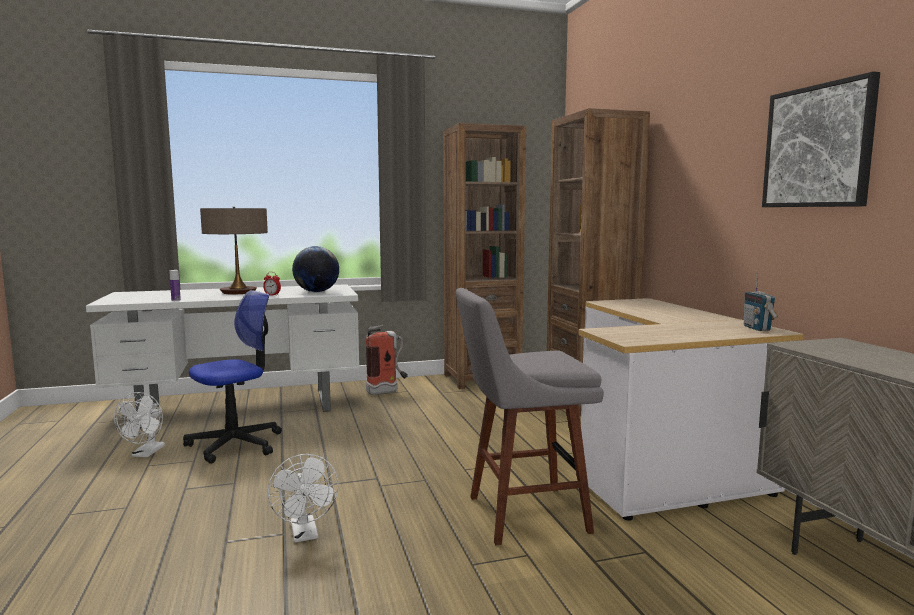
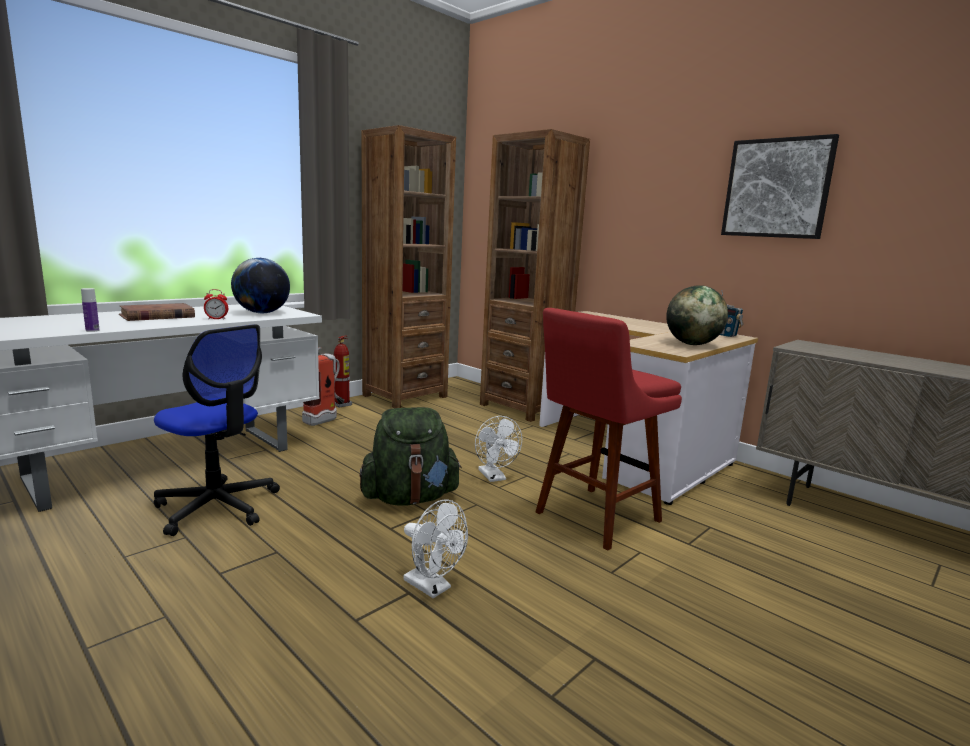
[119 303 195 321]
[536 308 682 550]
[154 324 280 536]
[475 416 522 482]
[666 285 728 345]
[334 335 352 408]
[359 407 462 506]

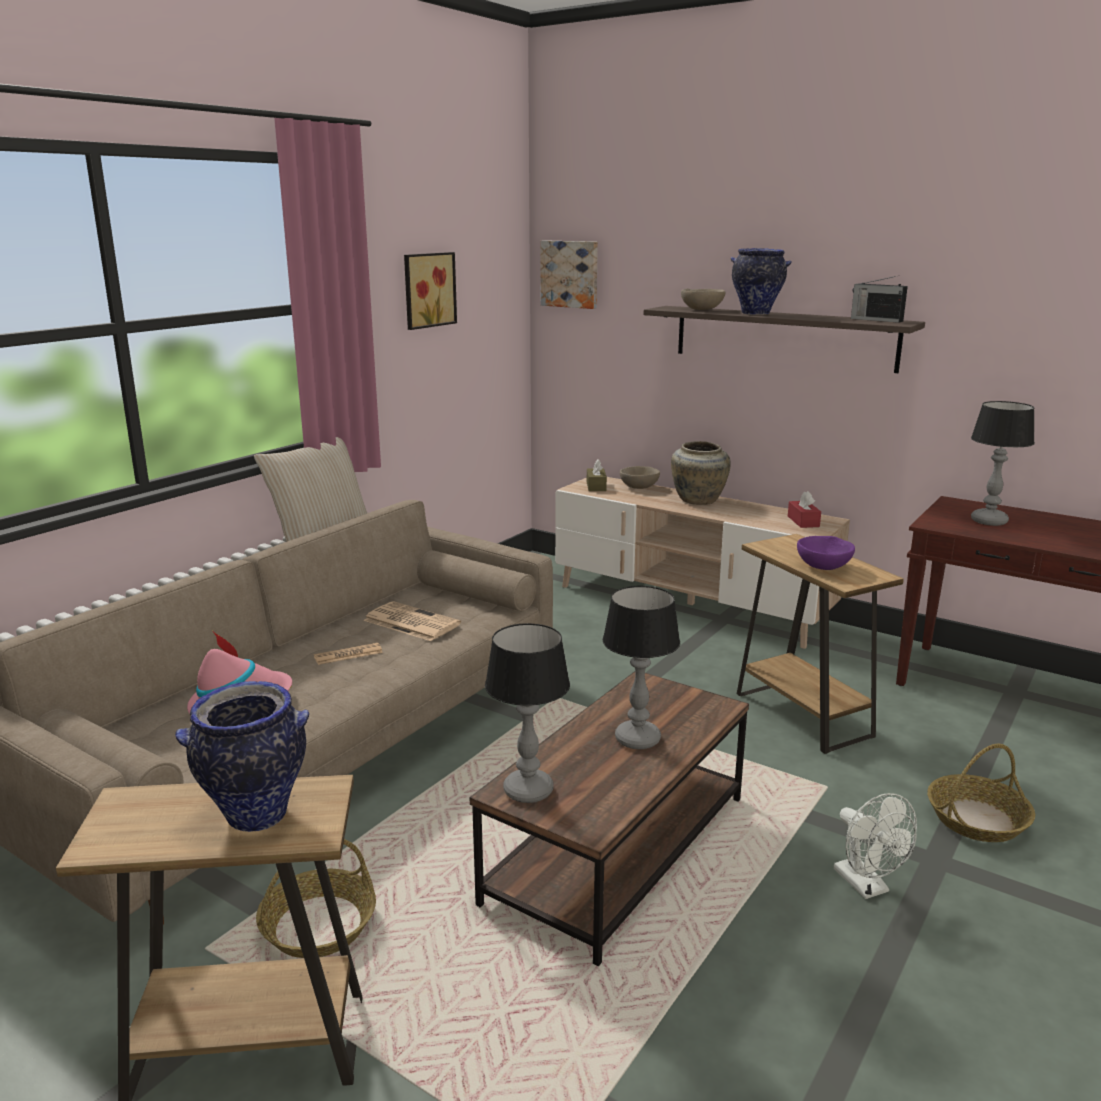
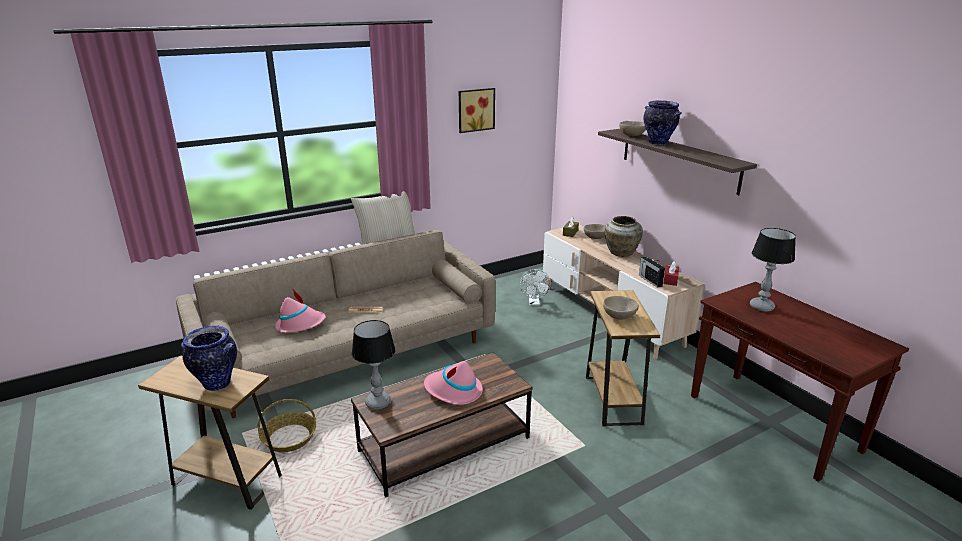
[540 240 598 309] (first image)
[639 257 665 288]
[603 296 639 320]
[424 361 483 405]
[363 601 461 641] (first image)
[928 744 1035 842] (first image)
[520 269 551 306]

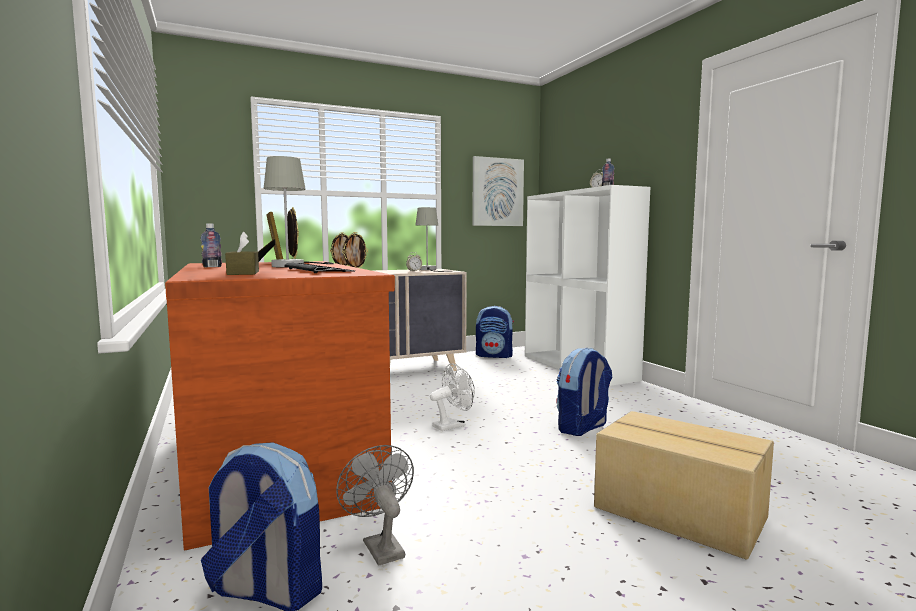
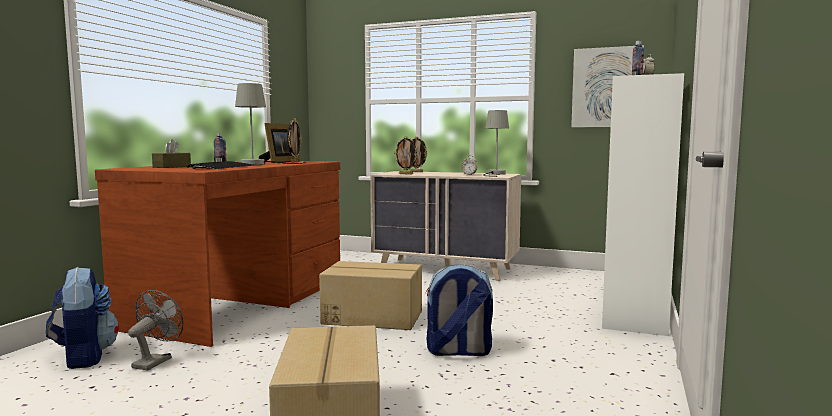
[476 306 514 358] (first image)
[319 261 422 330]

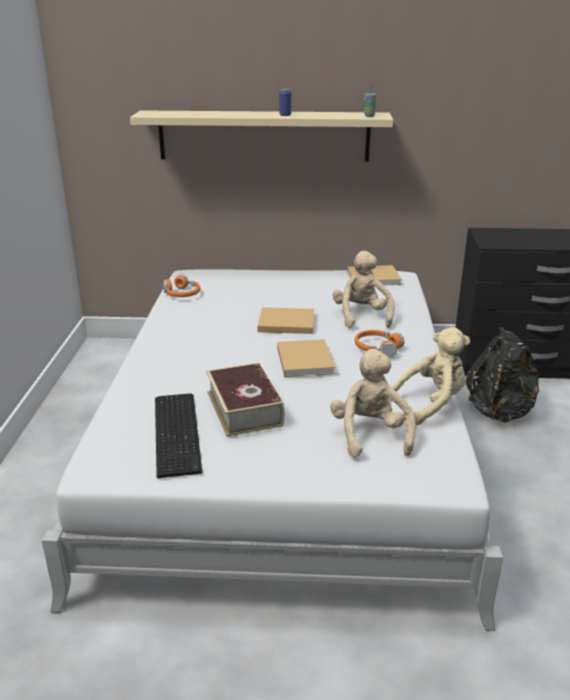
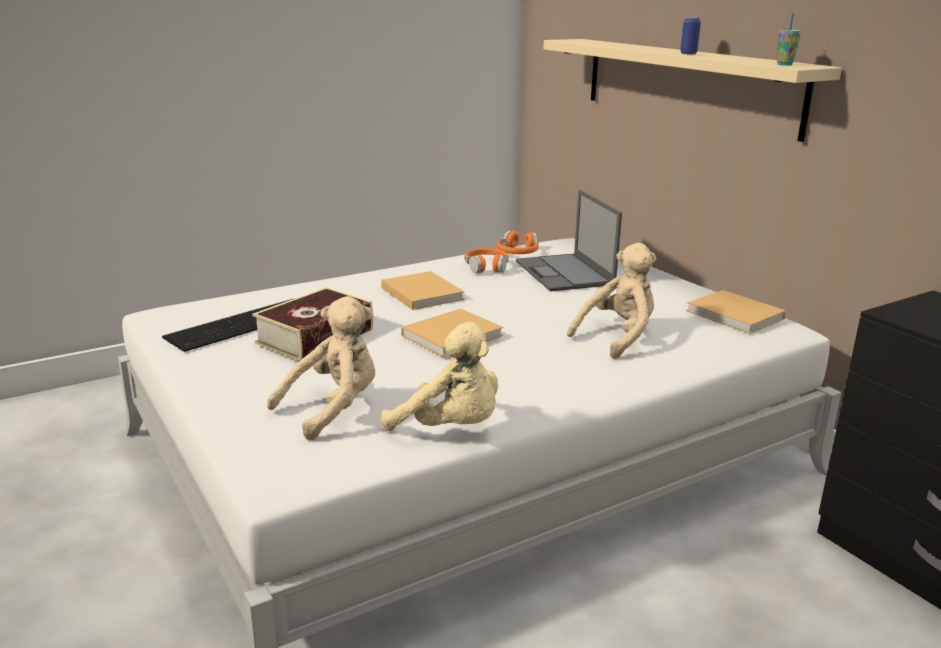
[381 271 464 310]
[466 327 539 422] (first image)
[464 248 509 273]
[516 190 622 292]

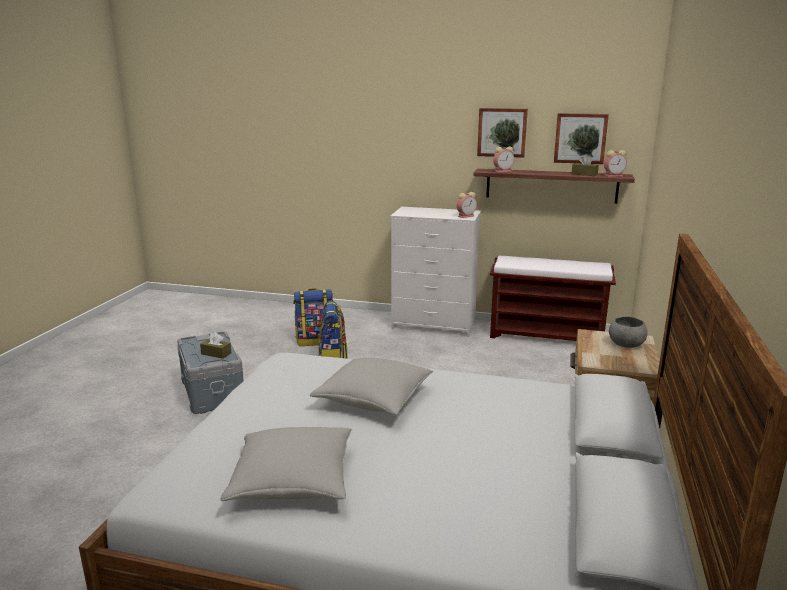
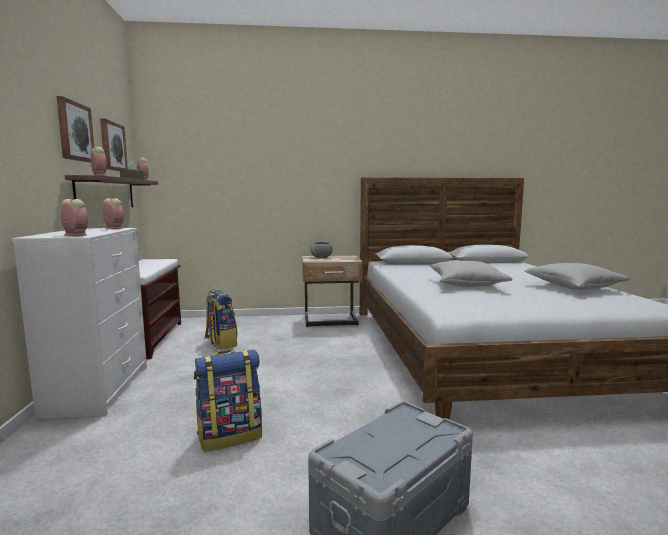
[205 289 238 349]
[200 332 231 359] (first image)
[61 199 88 236]

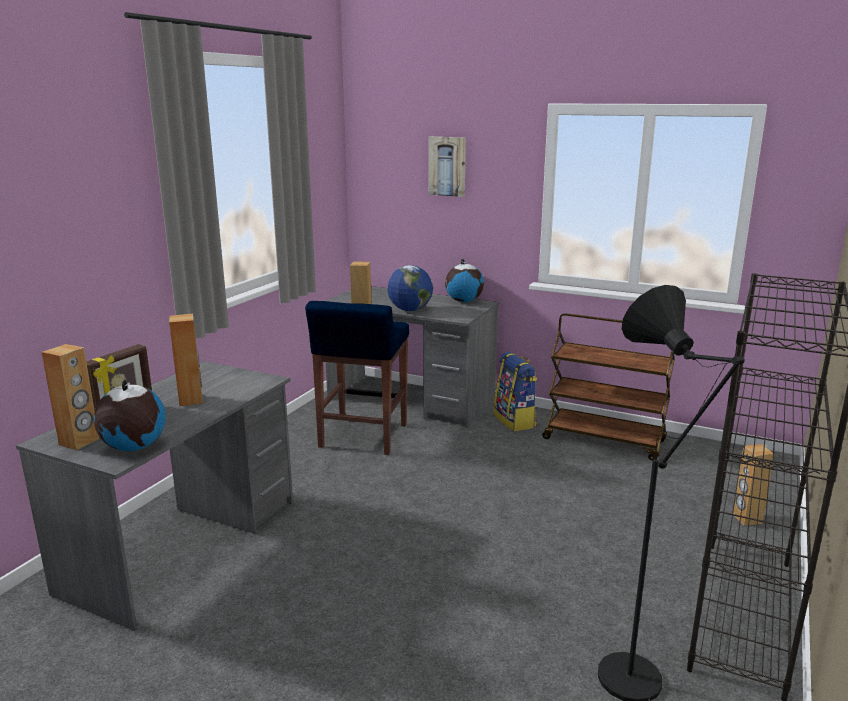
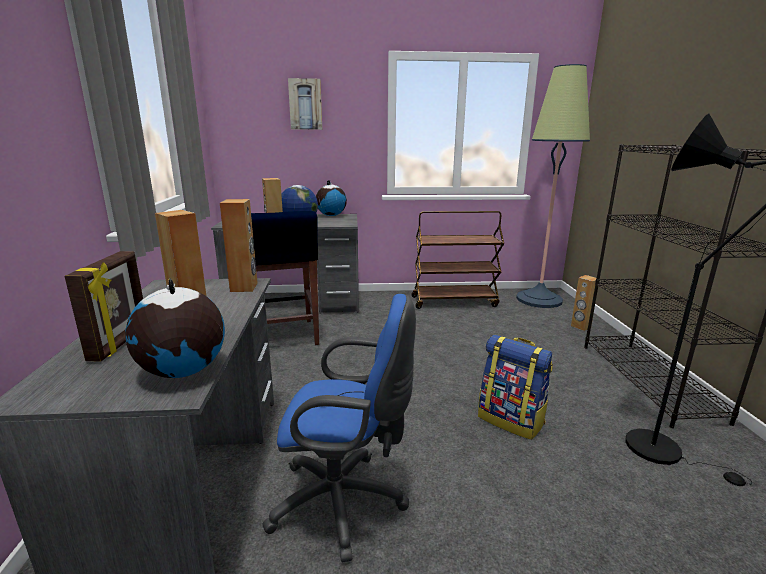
[220 199 258 292]
[478 335 553 440]
[516 64 590 308]
[262 294 416 562]

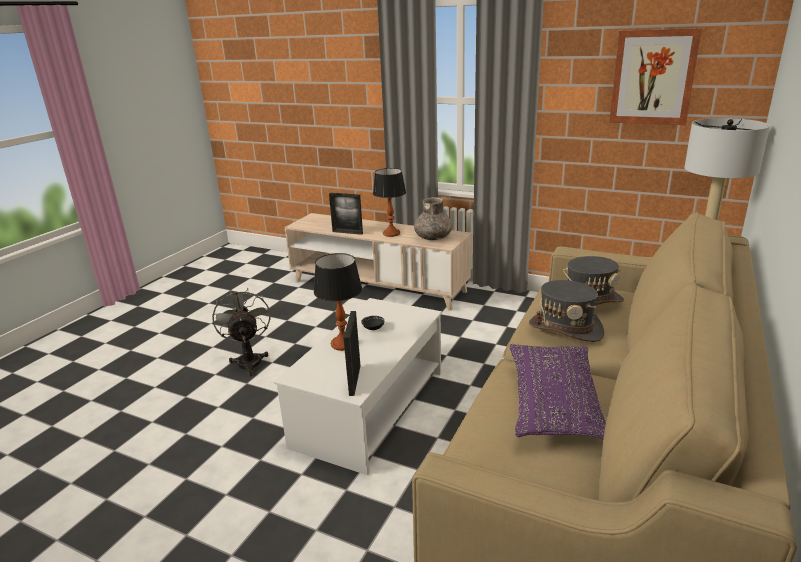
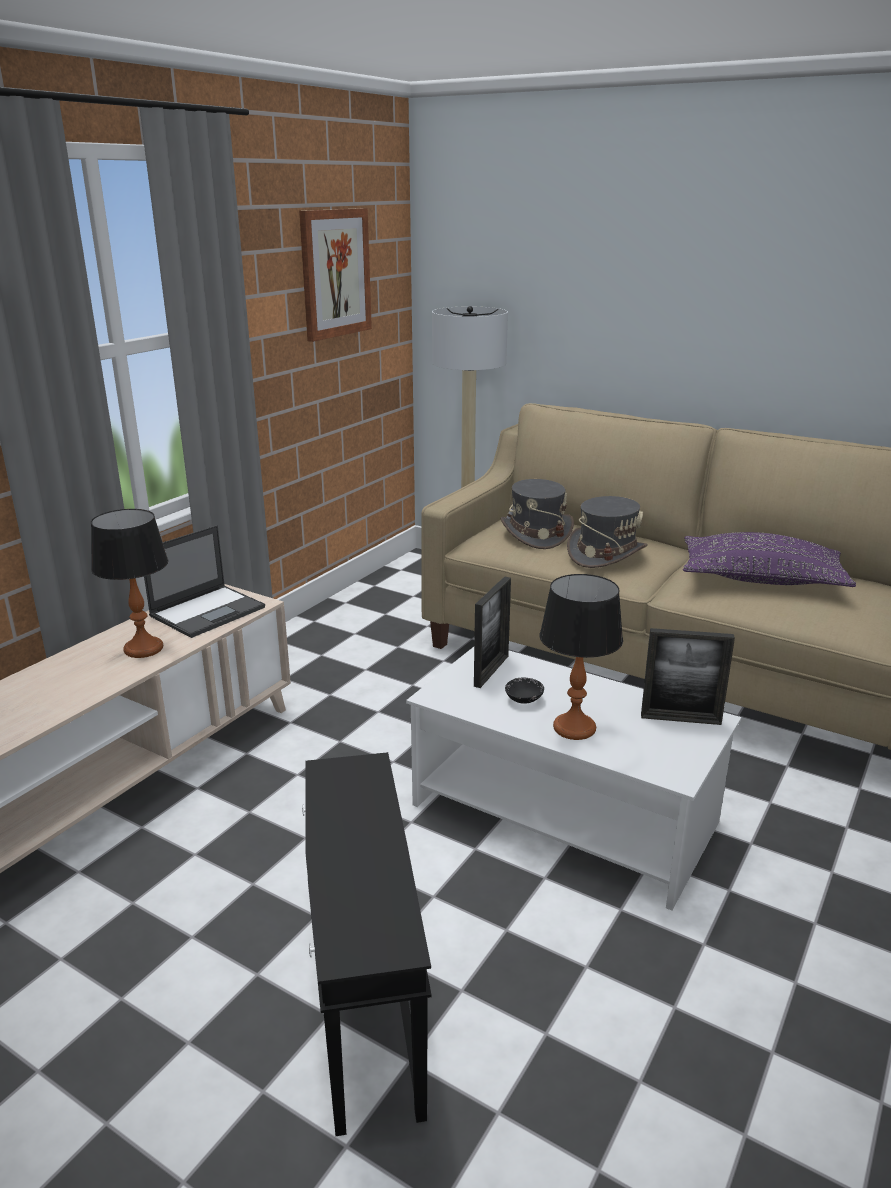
[474 576 511 688]
[144 525 265 638]
[302 752 432 1136]

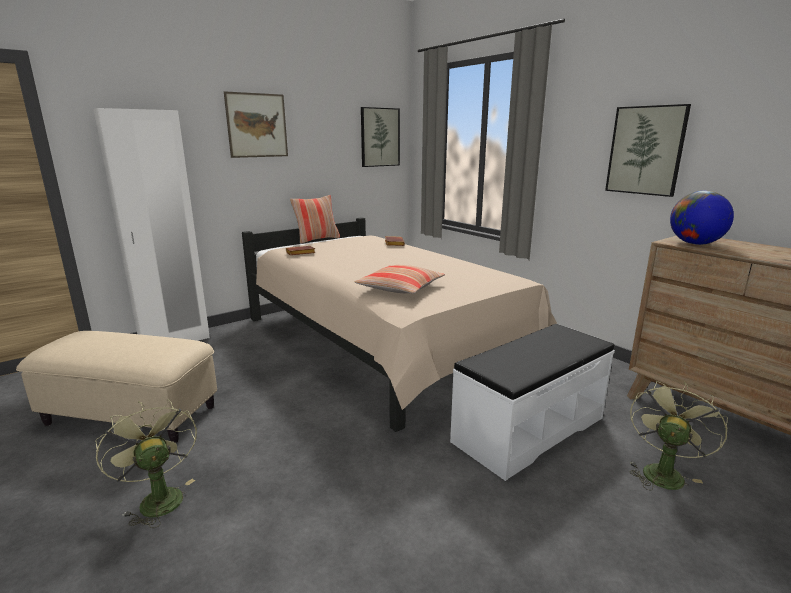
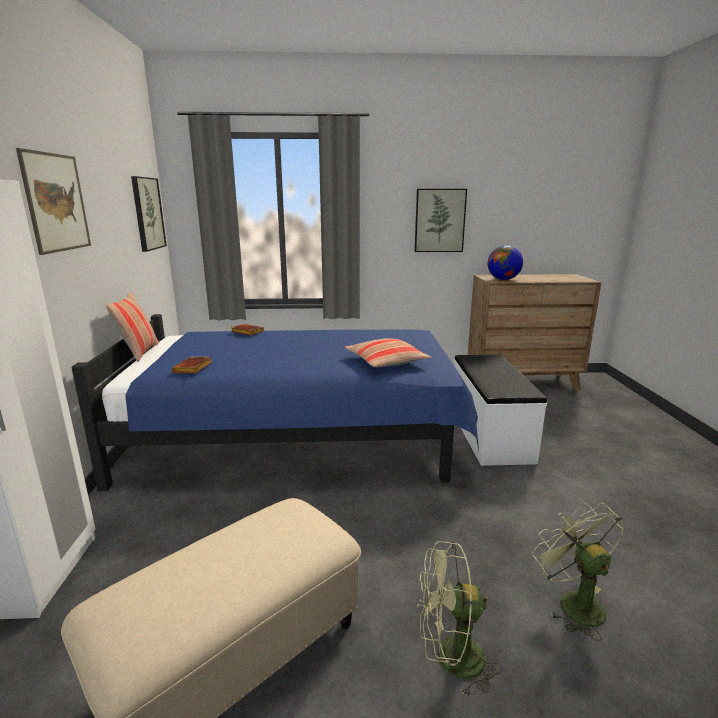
[71 314 479 491]
[532 502 624 641]

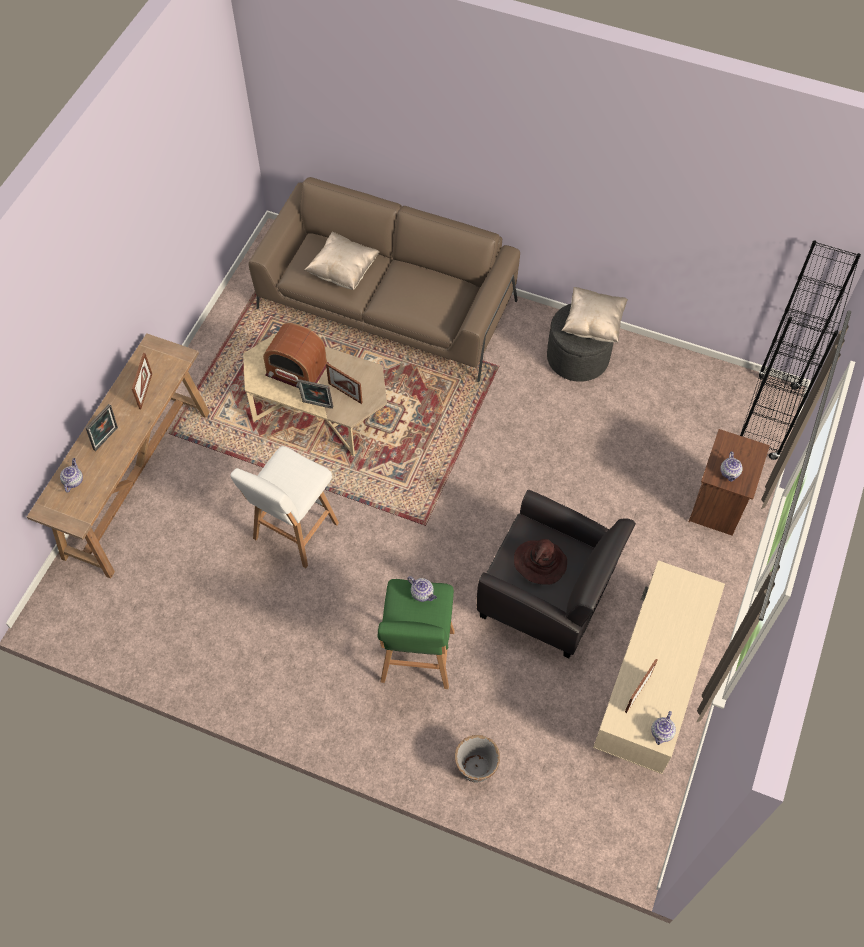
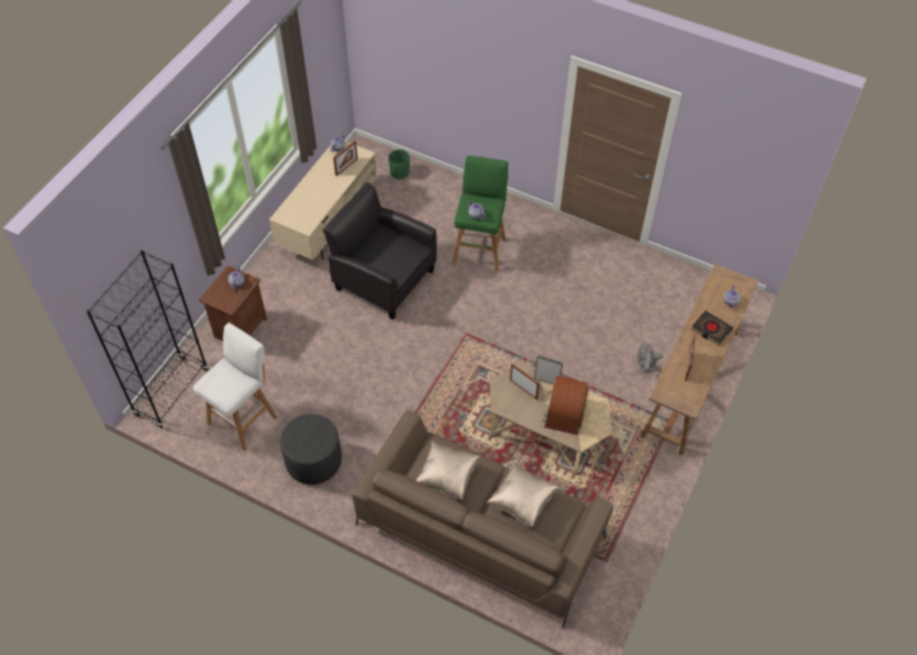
[416 441 481 500]
[543 376 589 435]
[691 311 733 346]
[193 323 277 451]
[514 539 567 585] (first image)
[455 735 500 783] (first image)
[388 149 410 180]
[637 343 663 373]

